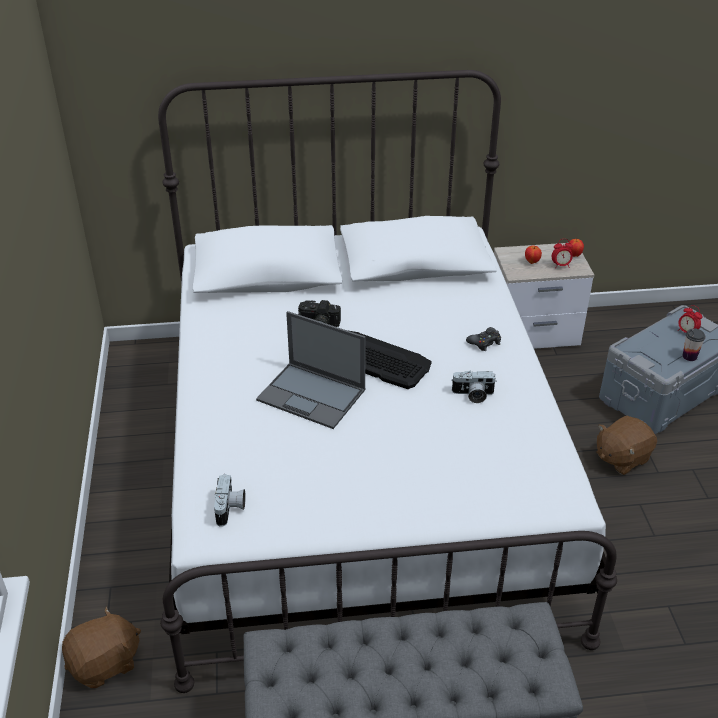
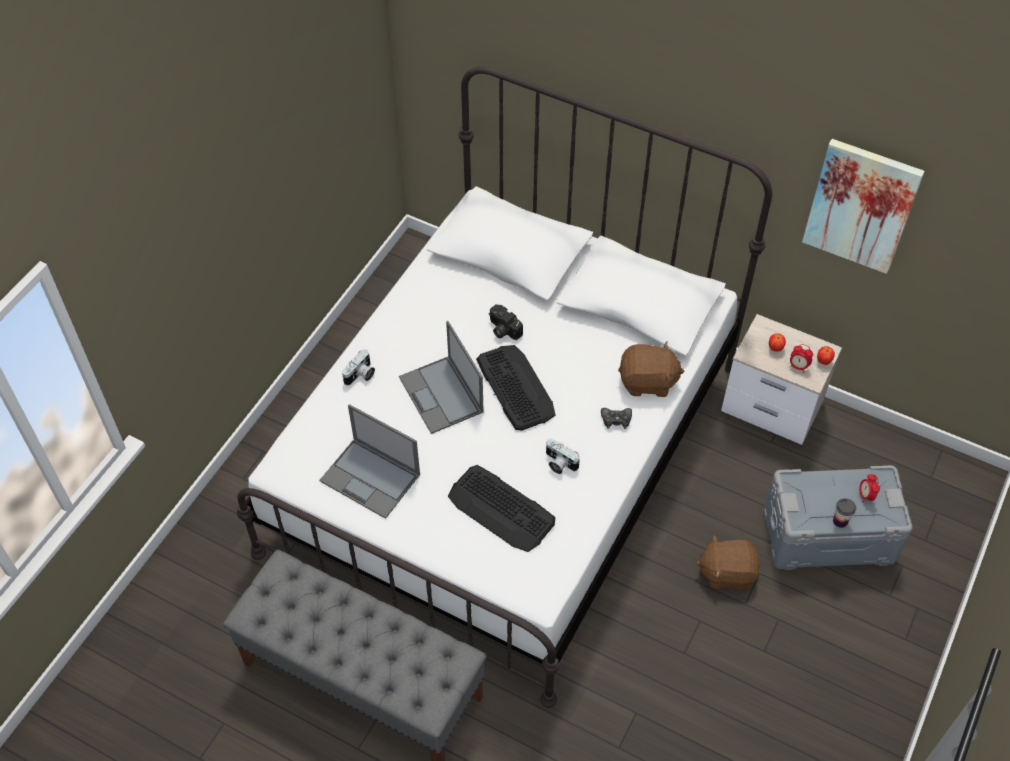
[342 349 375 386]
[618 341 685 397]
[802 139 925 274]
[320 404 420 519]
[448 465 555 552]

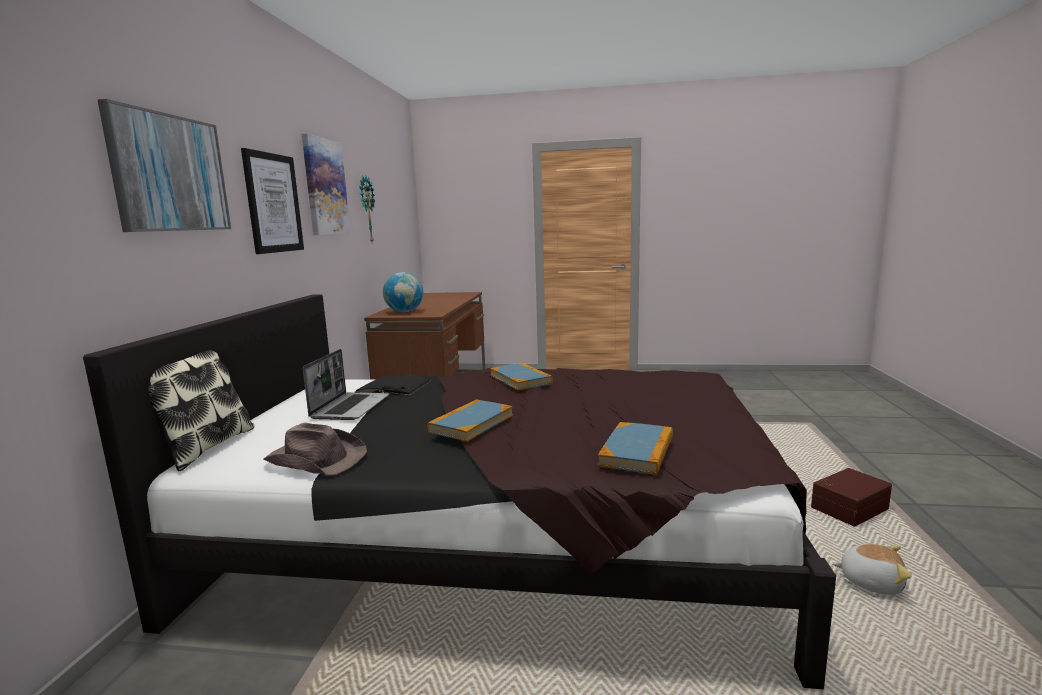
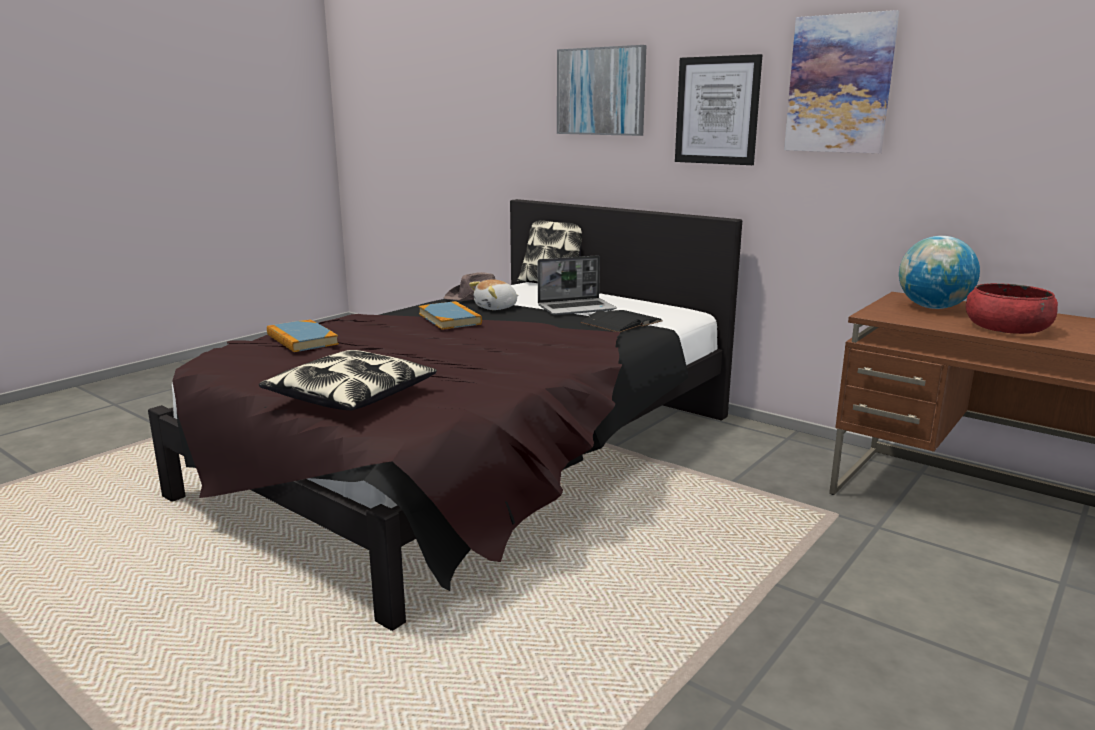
[359 176 375 242] (first image)
[538 255 617 315]
[490 363 553 390] (first image)
[811 468 892 527] (first image)
[469 279 518 310]
[966 283 1058 334]
[259 350 437 410]

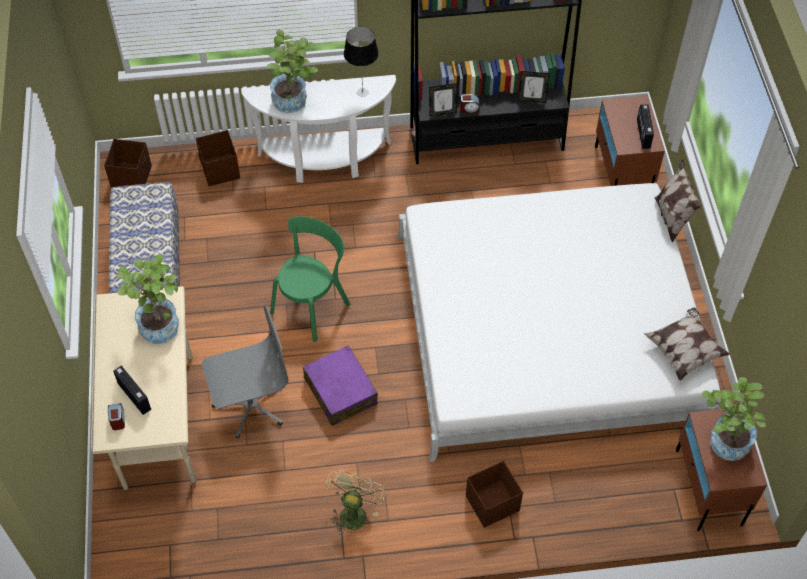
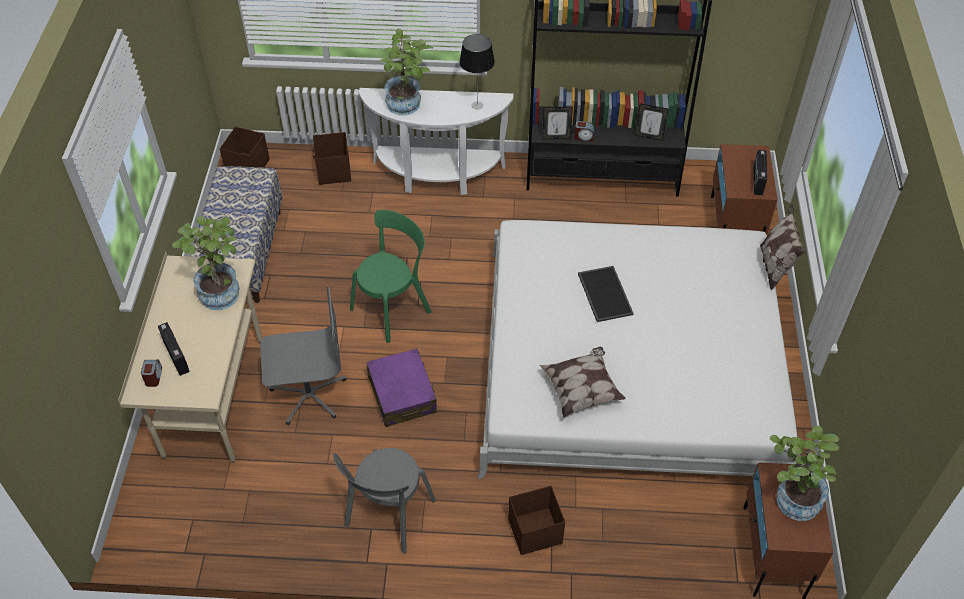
[540 347 626 418]
[333 448 436 554]
[578 266 634 322]

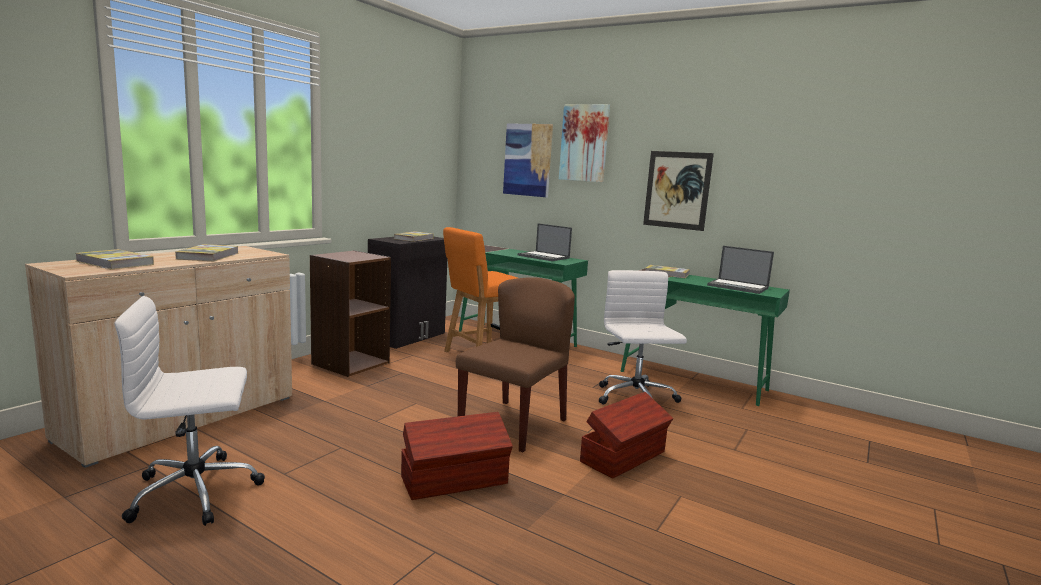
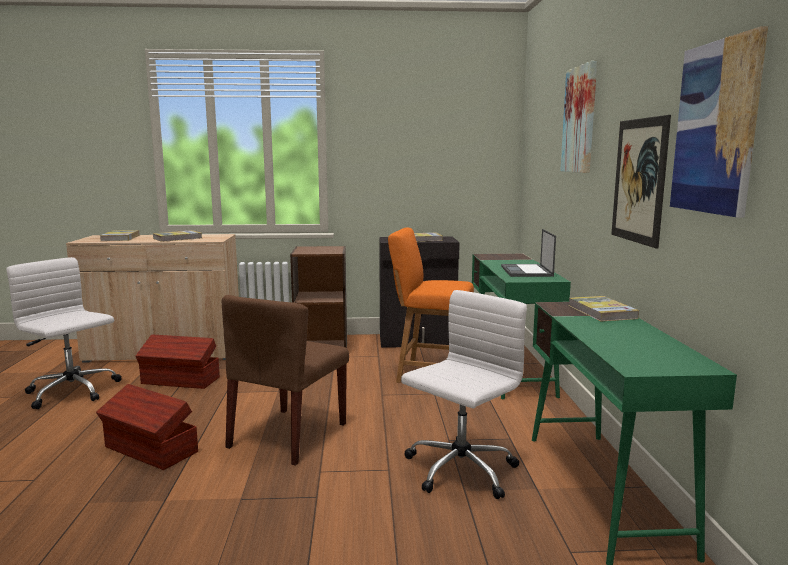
[670 26 768 218]
[707 246 774 294] (first image)
[222 295 349 466]
[136 335 220 389]

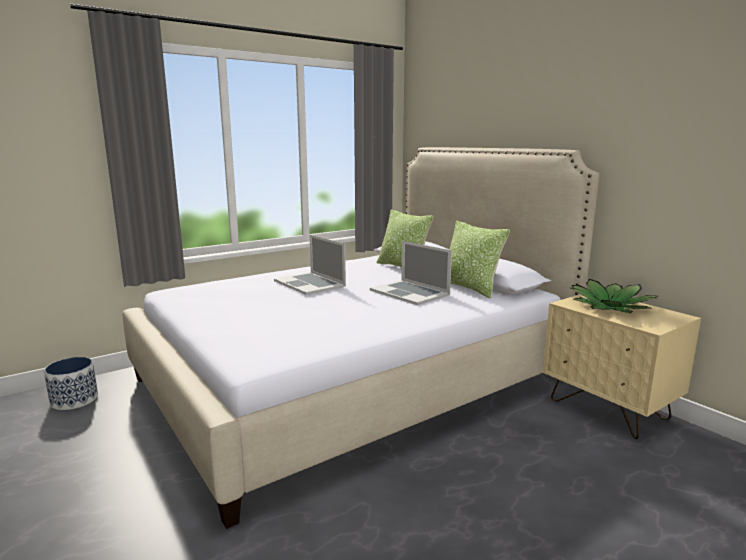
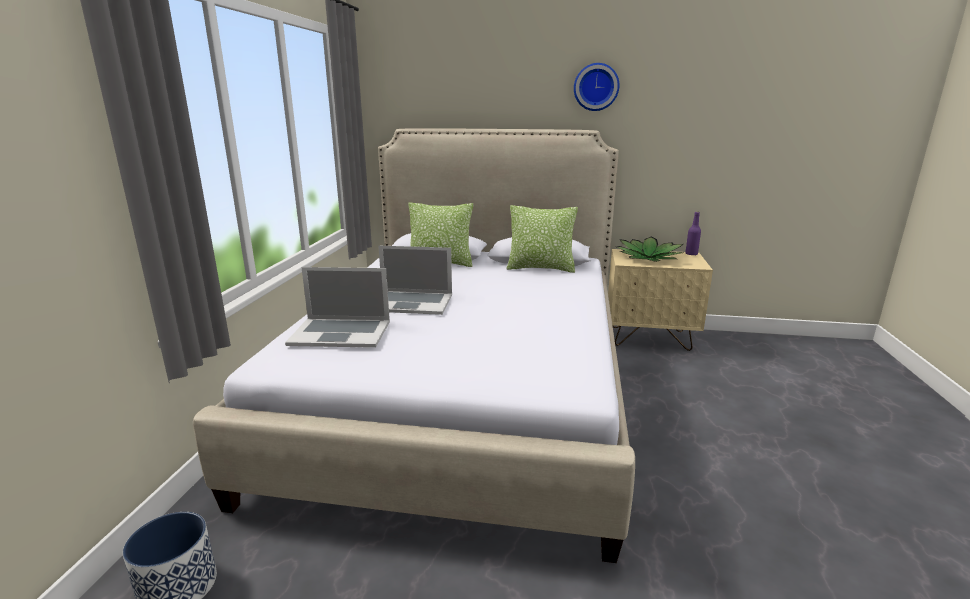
[285 267 390 348]
[574 63 620 111]
[685 211 701 255]

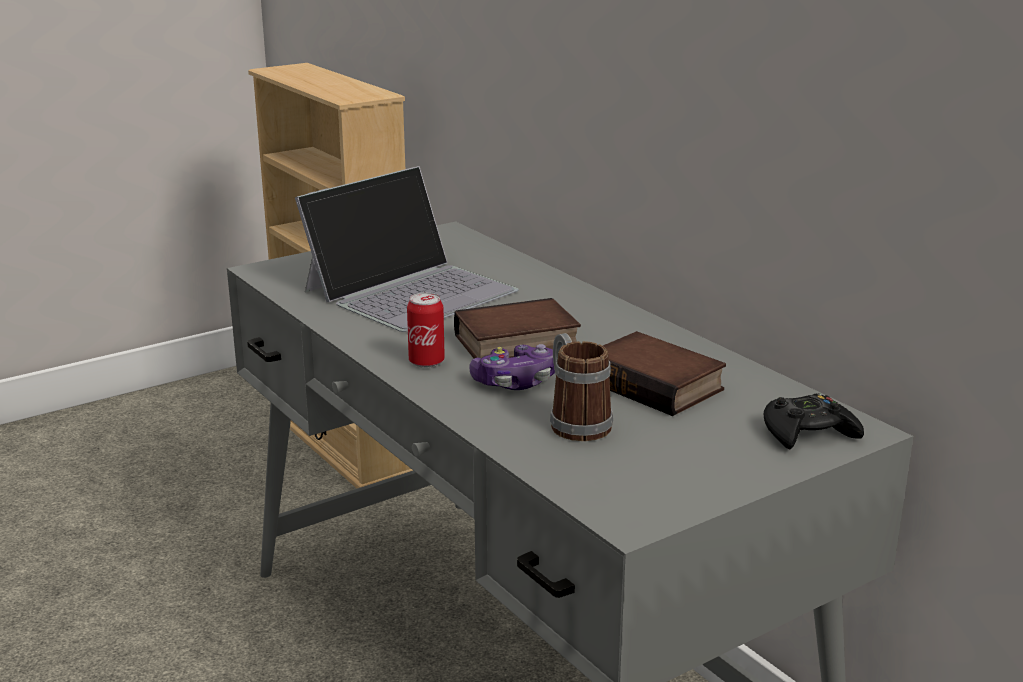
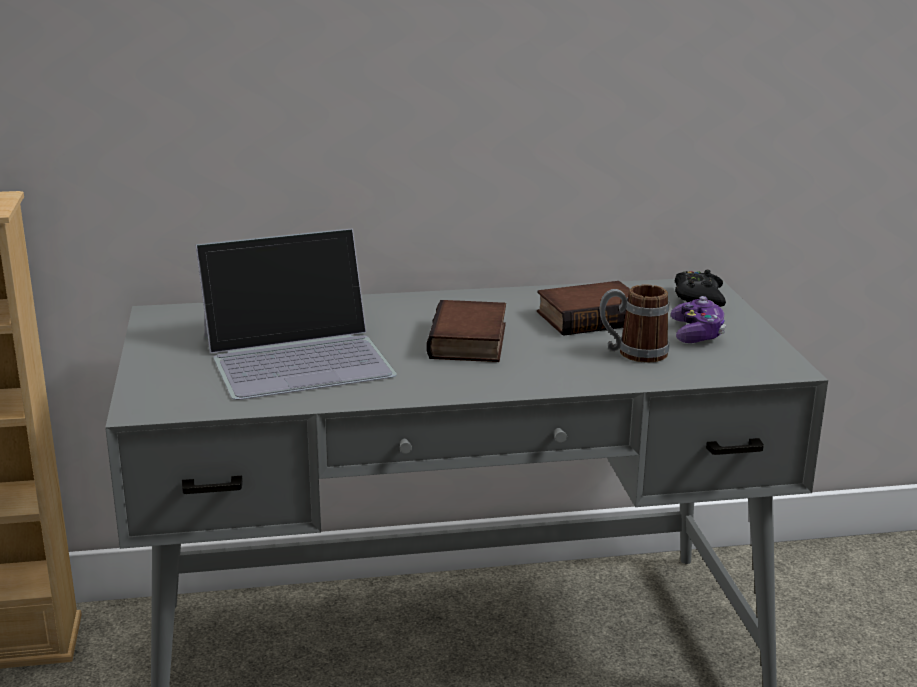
[195 228 397 400]
[407 293 445 368] (first image)
[671 296 726 343]

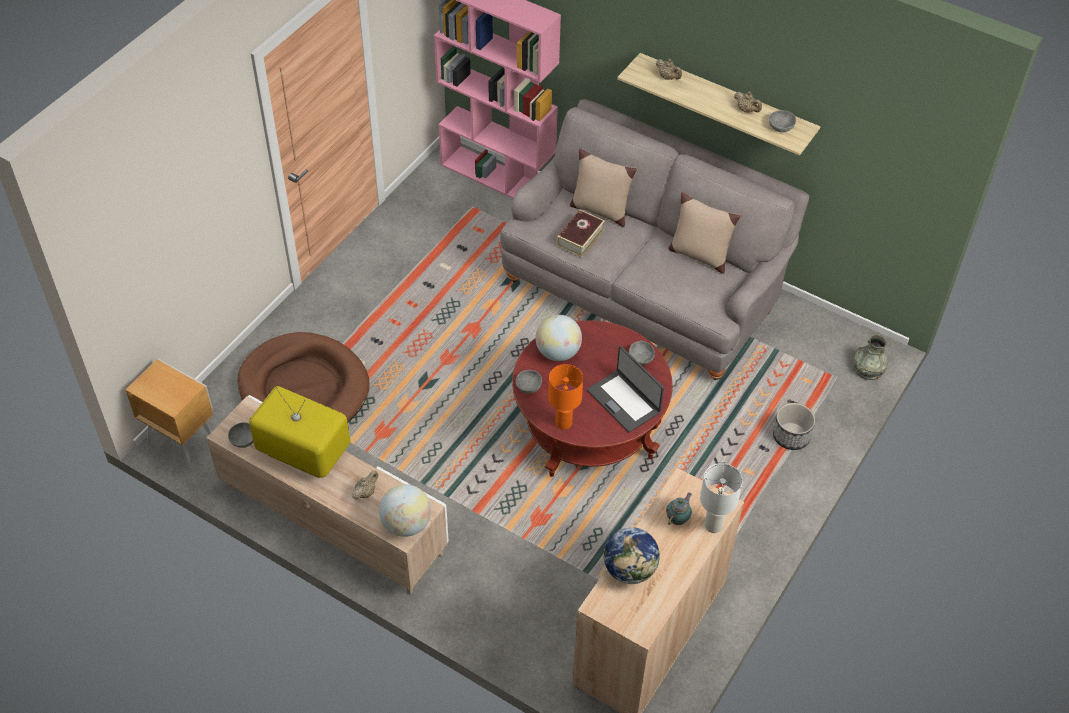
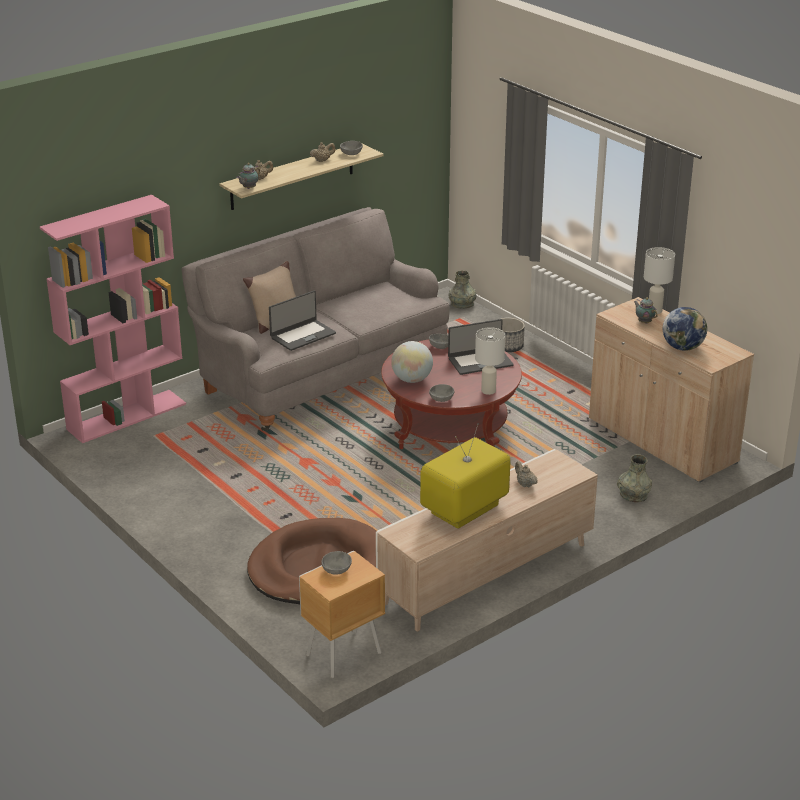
[668 192 740 274] (first image)
[269 290 336 351]
[475 327 505 395]
[321 551 352 575]
[379 484 431 537] (first image)
[236 163 260 189]
[617 454 652 502]

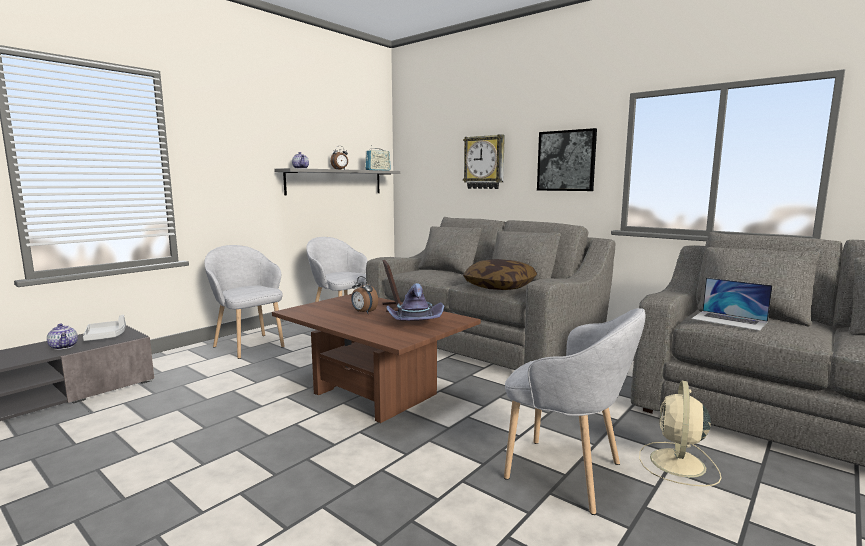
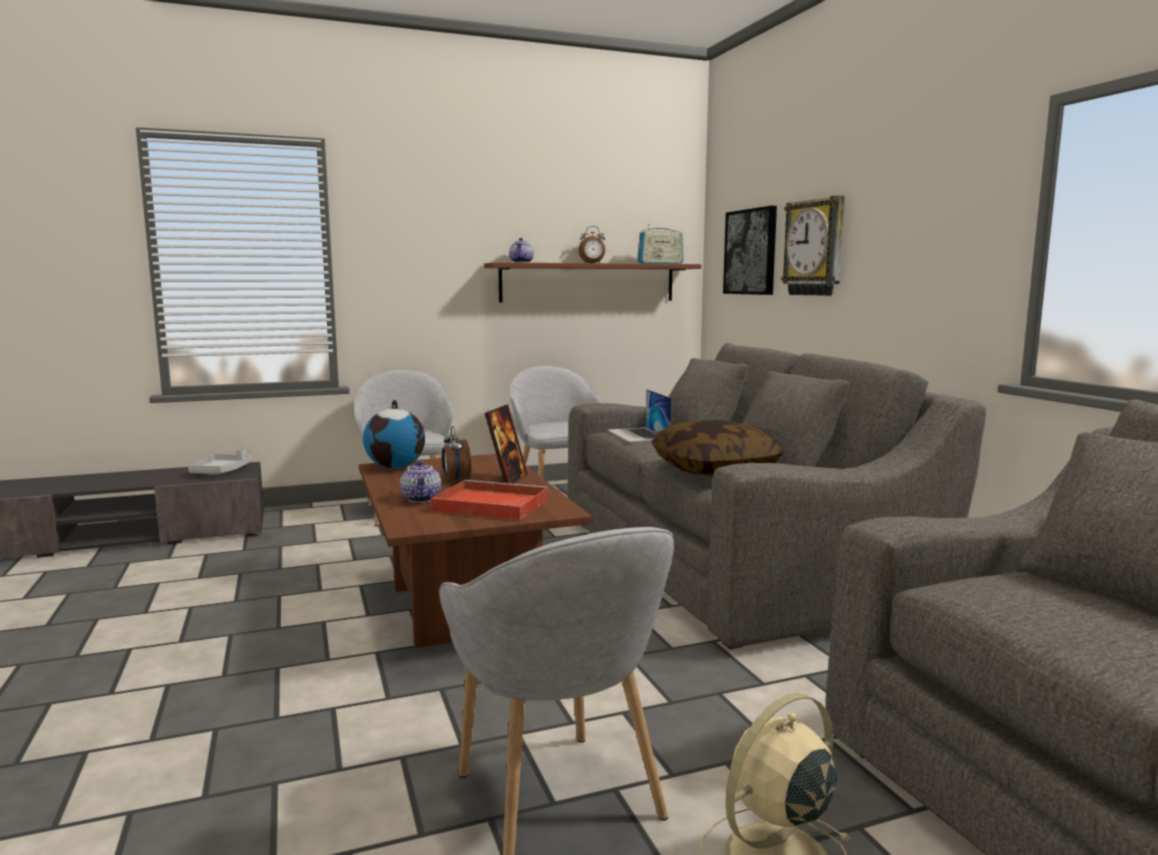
[723 206 777 295]
[484 262 701 302]
[608 390 672 442]
[431 480 549 520]
[400 460 441 503]
[363 400 425 469]

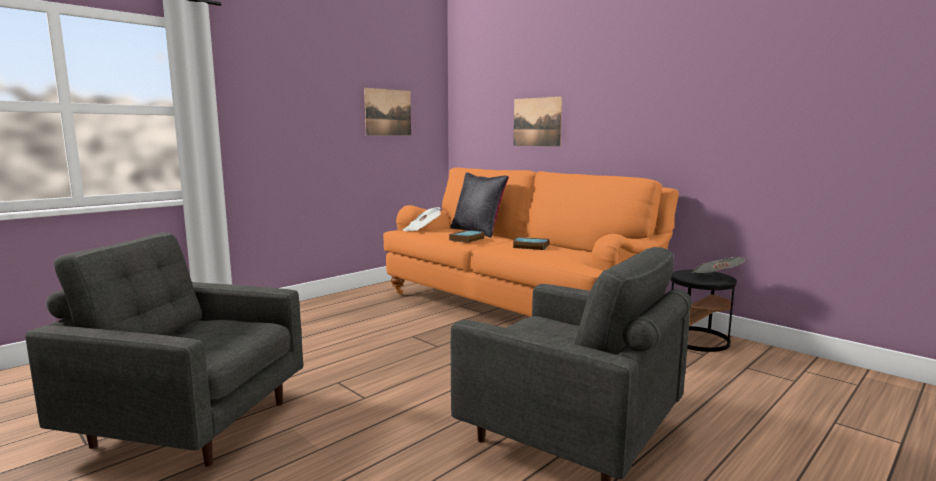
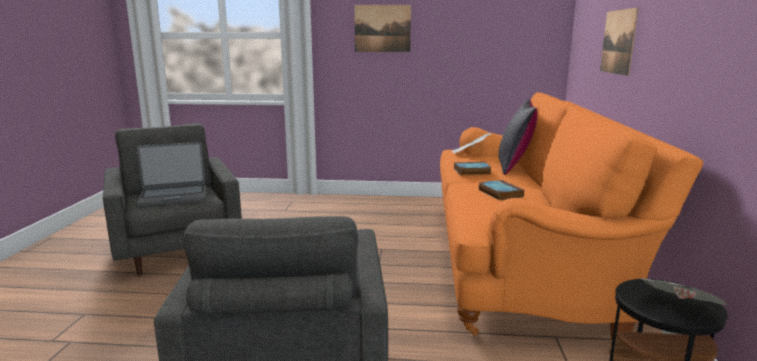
[354 5 411 52]
[137 142 206 207]

